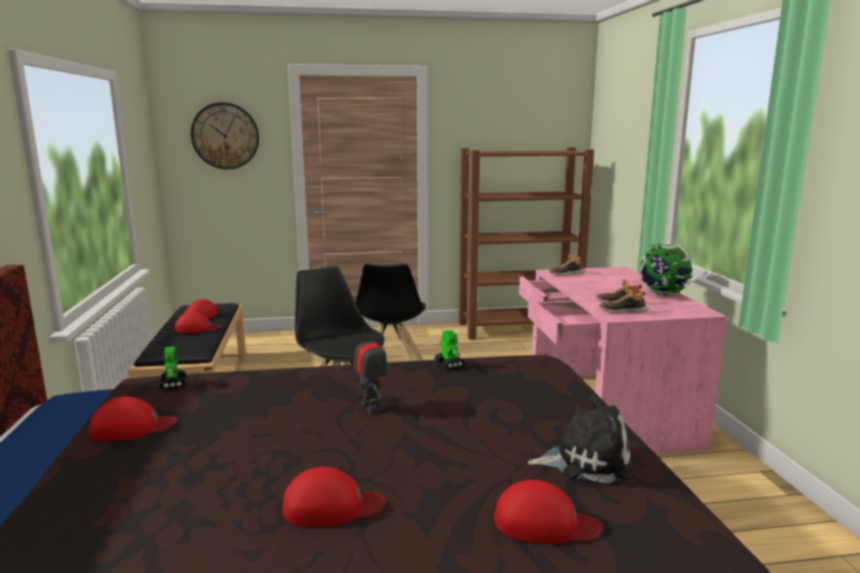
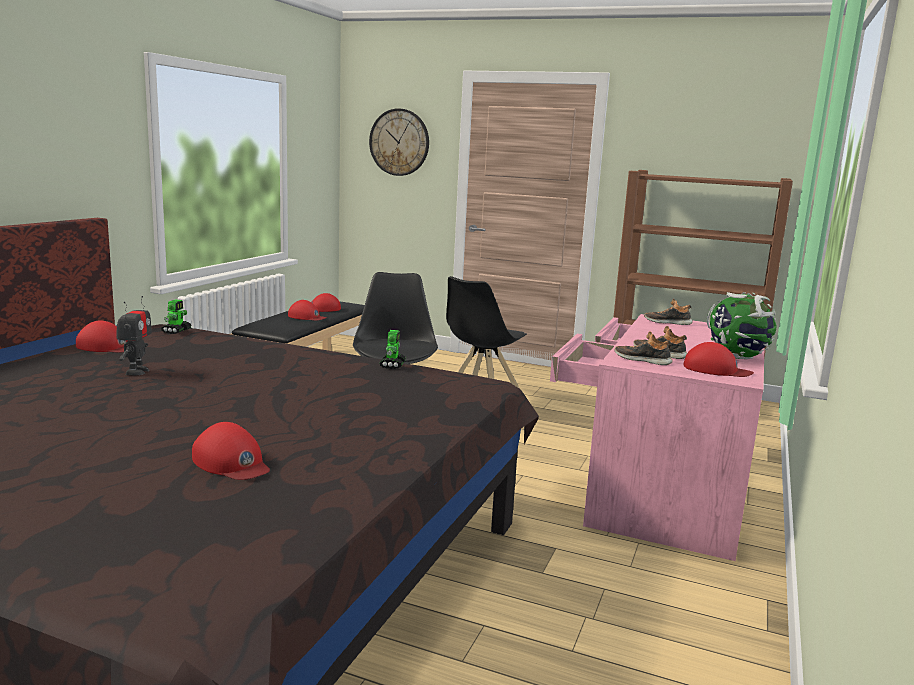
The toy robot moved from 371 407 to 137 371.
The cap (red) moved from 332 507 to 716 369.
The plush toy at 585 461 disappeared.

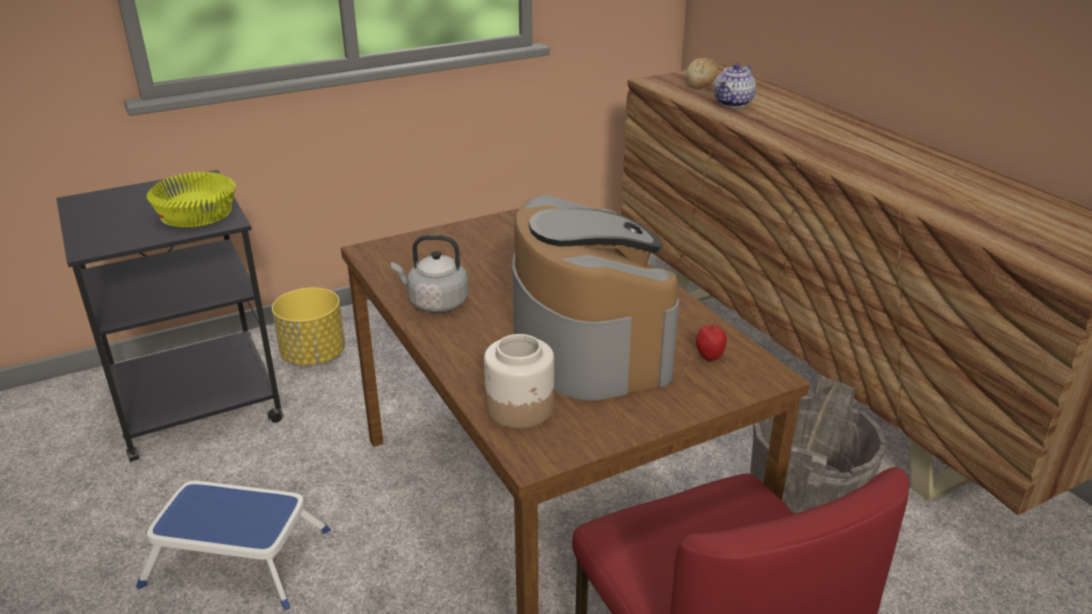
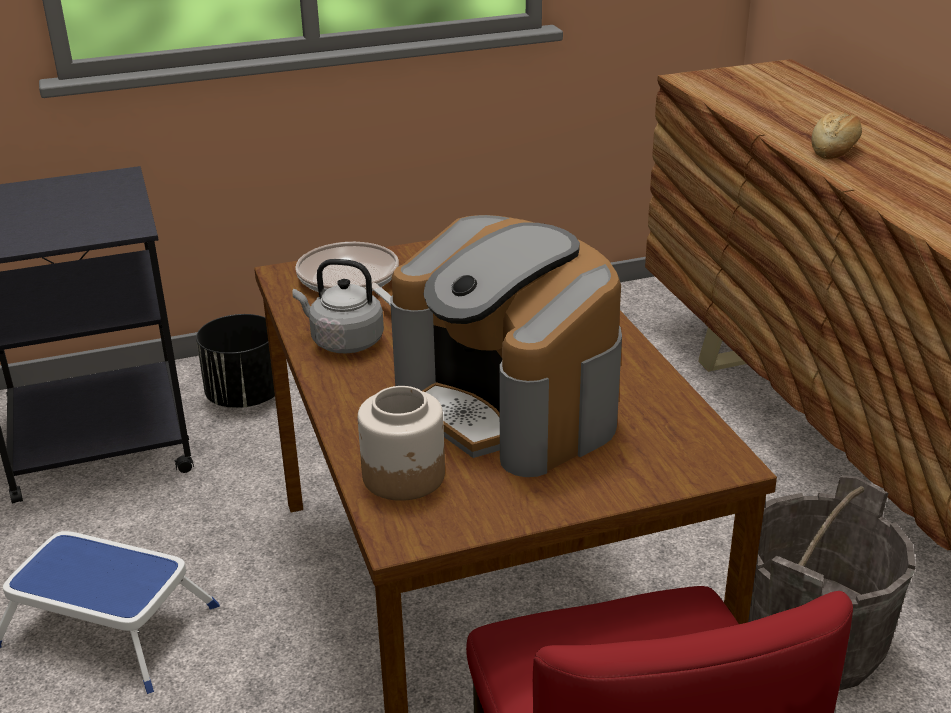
The planter (yellow) at 314 356 became the planter (black) at 245 397.
The frying pan at 351 281 appeared.
The coffee machine at 586 343 turned 150 degrees clockwise.
The bread moved from 701 83 to 834 150.
The bowl (yellow) at 195 215 disappeared.
The apple at 709 357 disappeared.
The teapot at 733 103 disappeared.

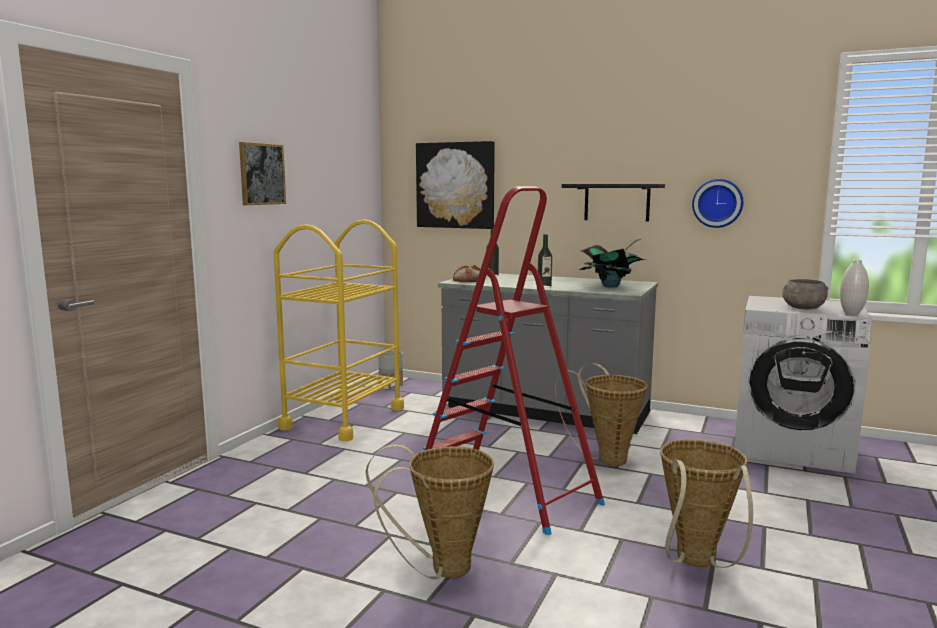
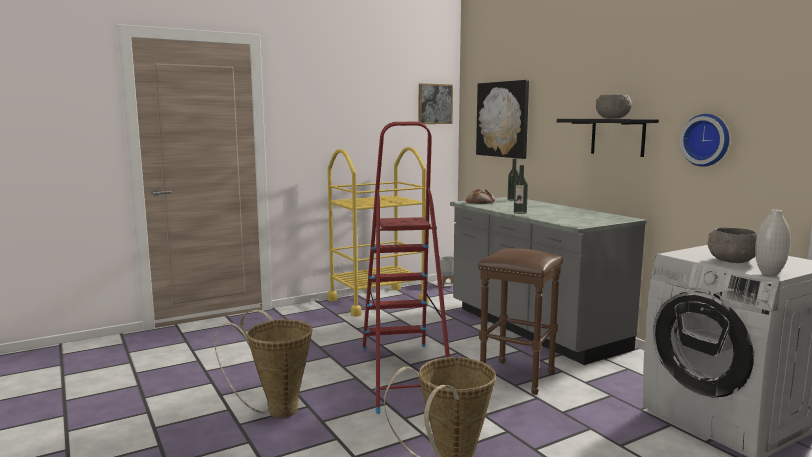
The picture moved from 261 174 to 435 104.
The basket at 606 459 was replaced by the stool (brown) at 519 376.
The bowl (grey) at 613 118 appeared.
The potted plant at 610 286 disappeared.

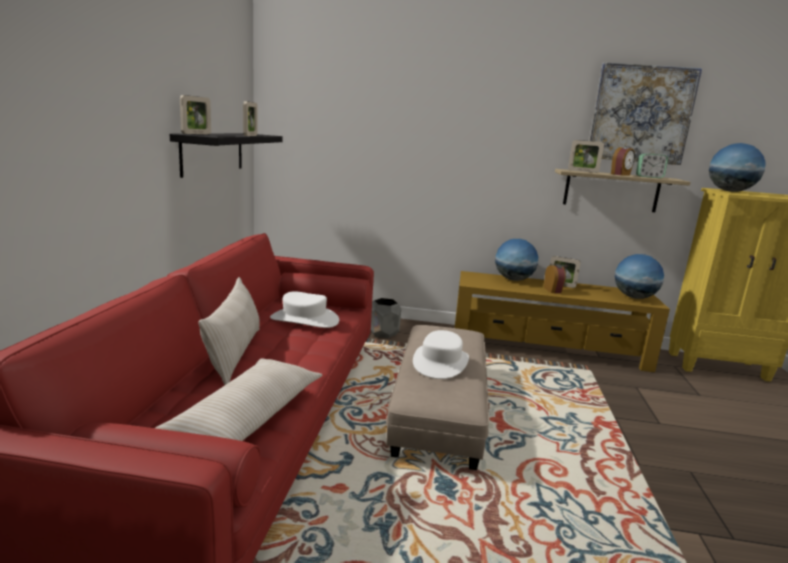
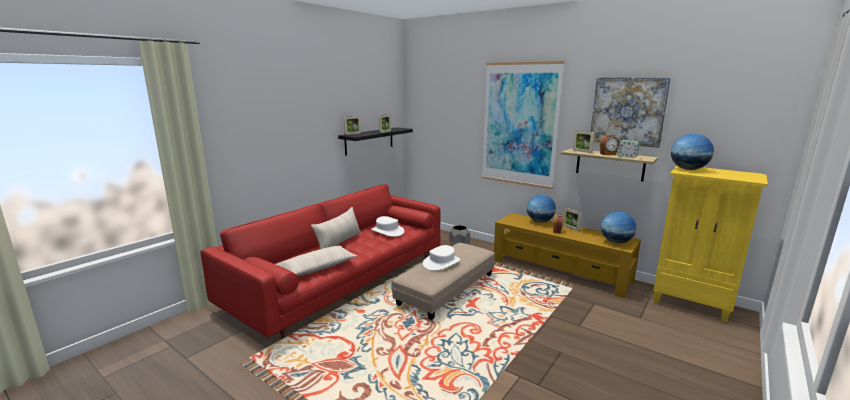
The picture at 519 124 appeared.

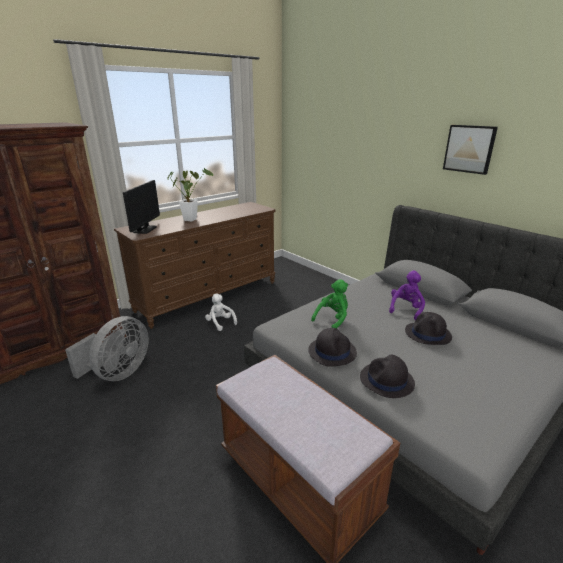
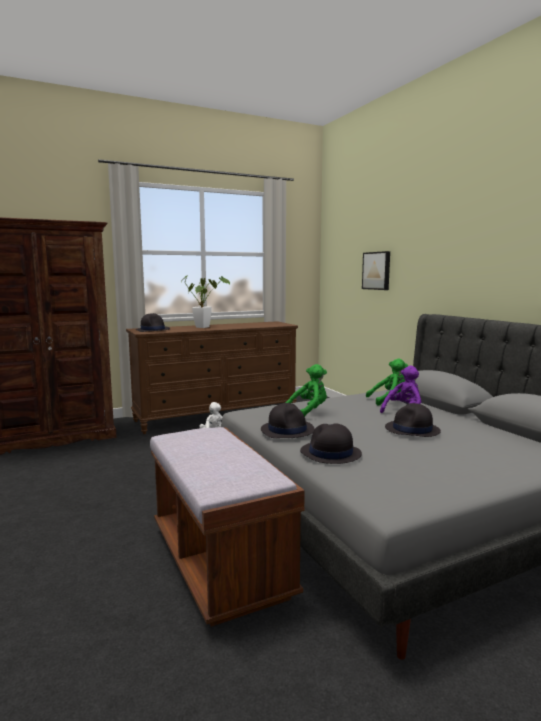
The monitor at 145 229 was replaced by the hat (black) at 153 330.
The picture moved from 469 149 to 377 270.
The plush toy (green) at 389 400 appeared.
The fan (grey) at 118 373 disappeared.

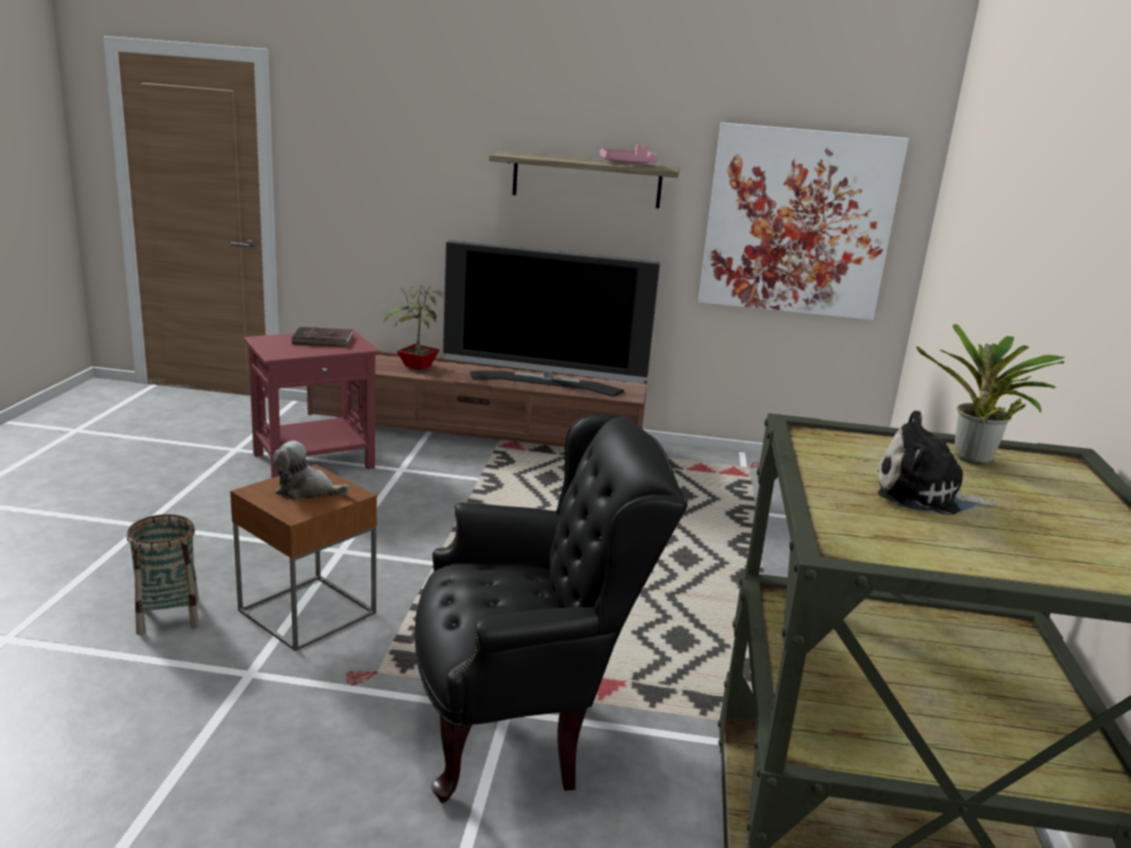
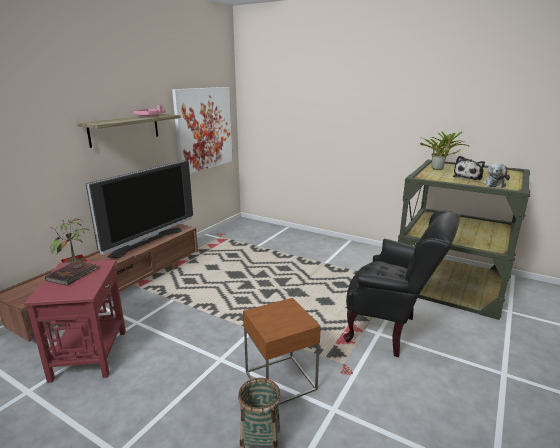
The armchair (black) at 523 730 turned 105 degrees clockwise.
The plush toy moved from 306 491 to 494 184.

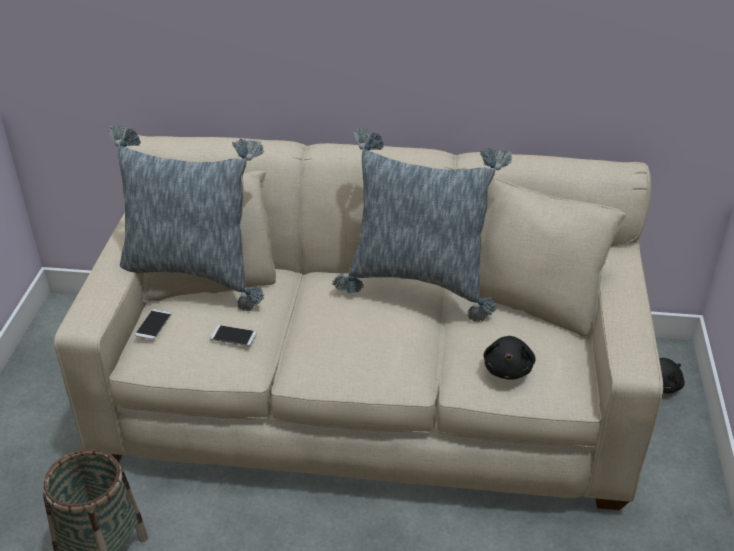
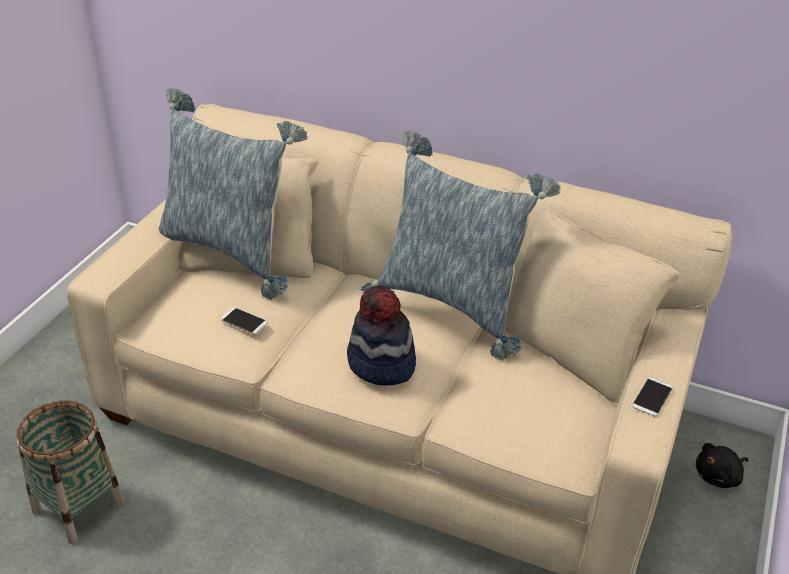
The hat at 381 364 appeared.
The phone moved from 153 324 to 652 397.
The plush toy (black) at 508 368 disappeared.

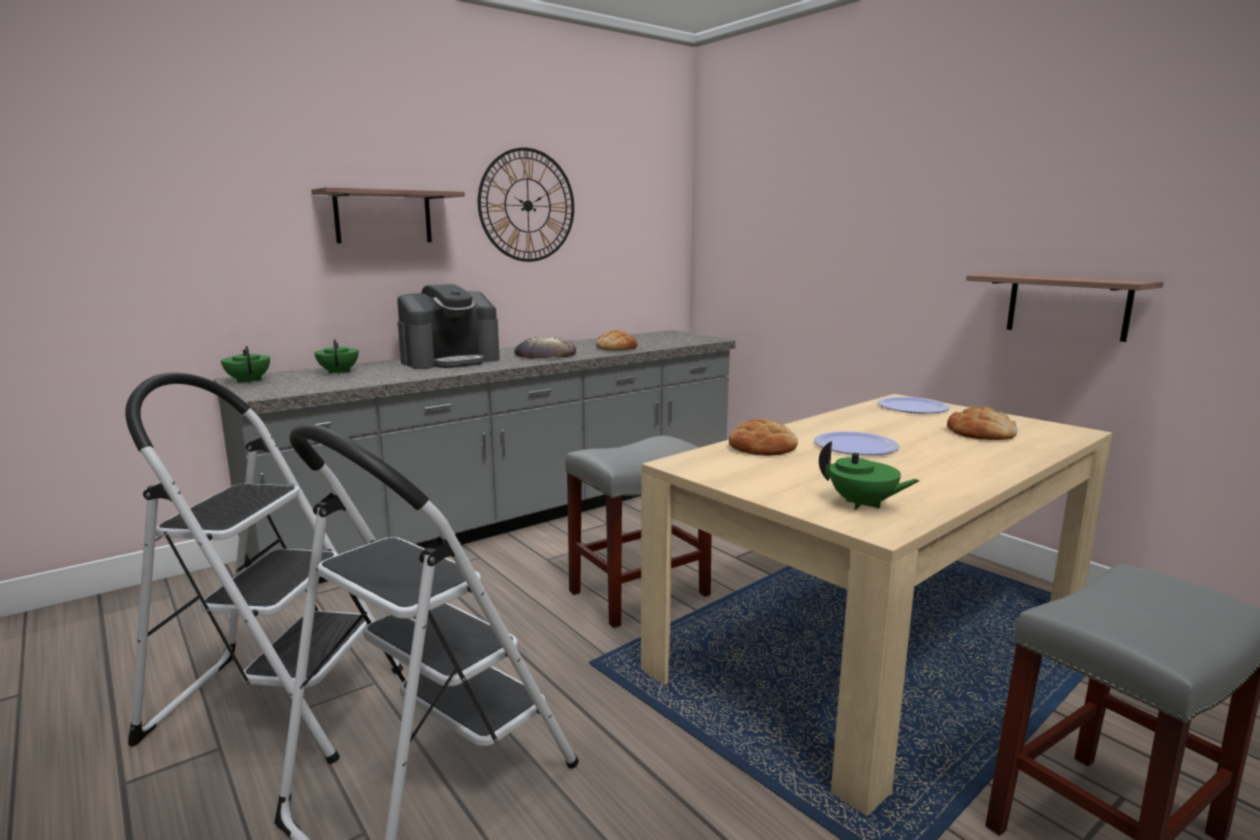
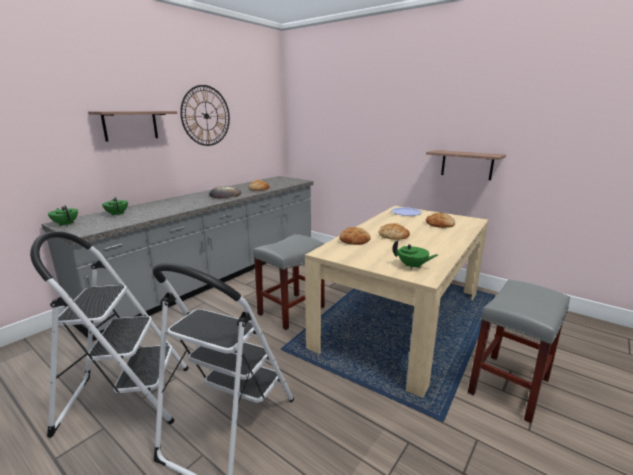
The plate at 855 446 was replaced by the bread at 393 235.
The coffee machine at 450 360 disappeared.

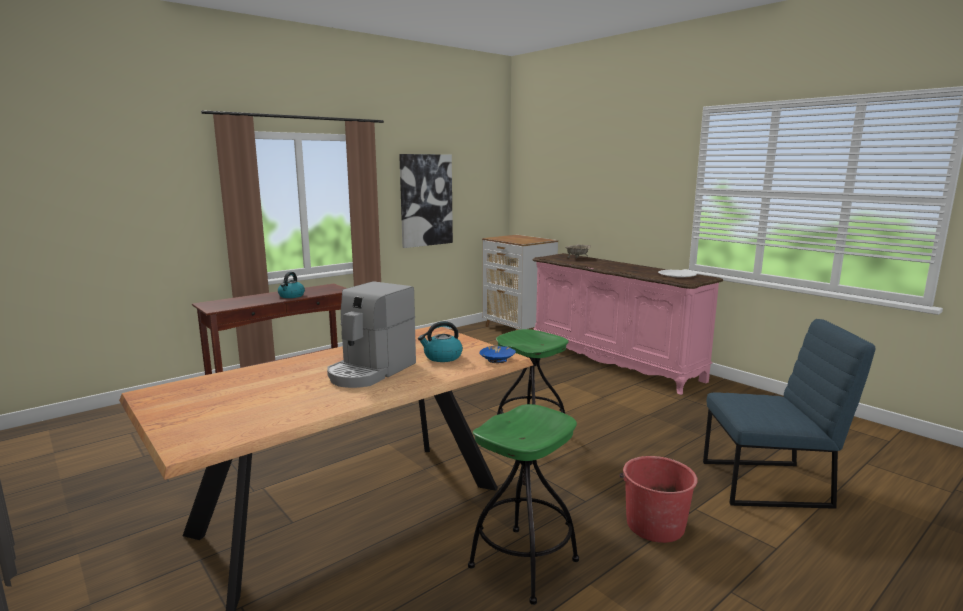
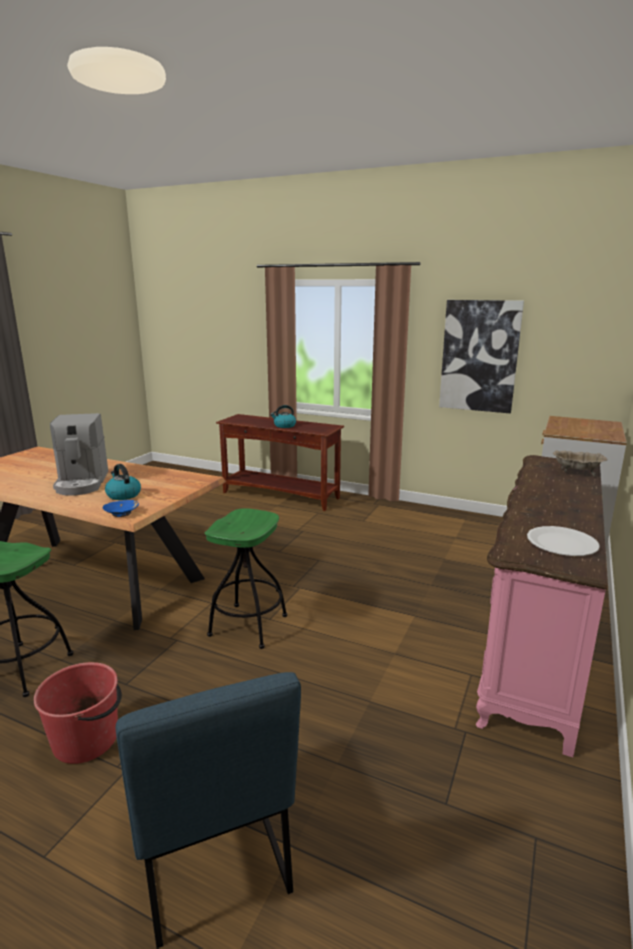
The coffee machine at 371 371 turned 105 degrees counterclockwise.

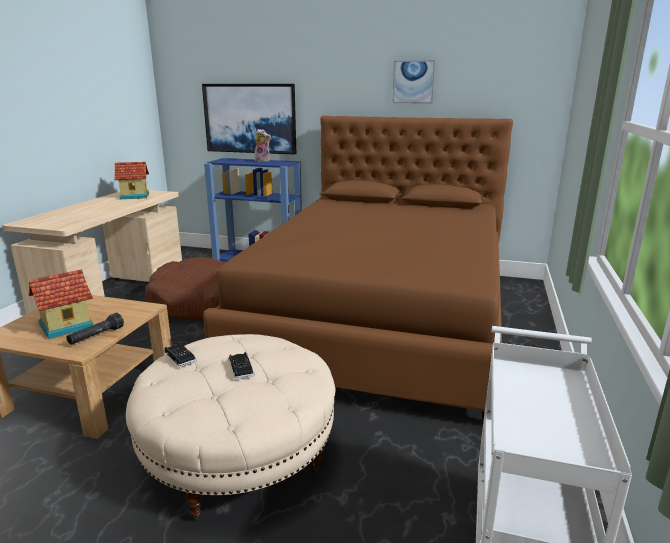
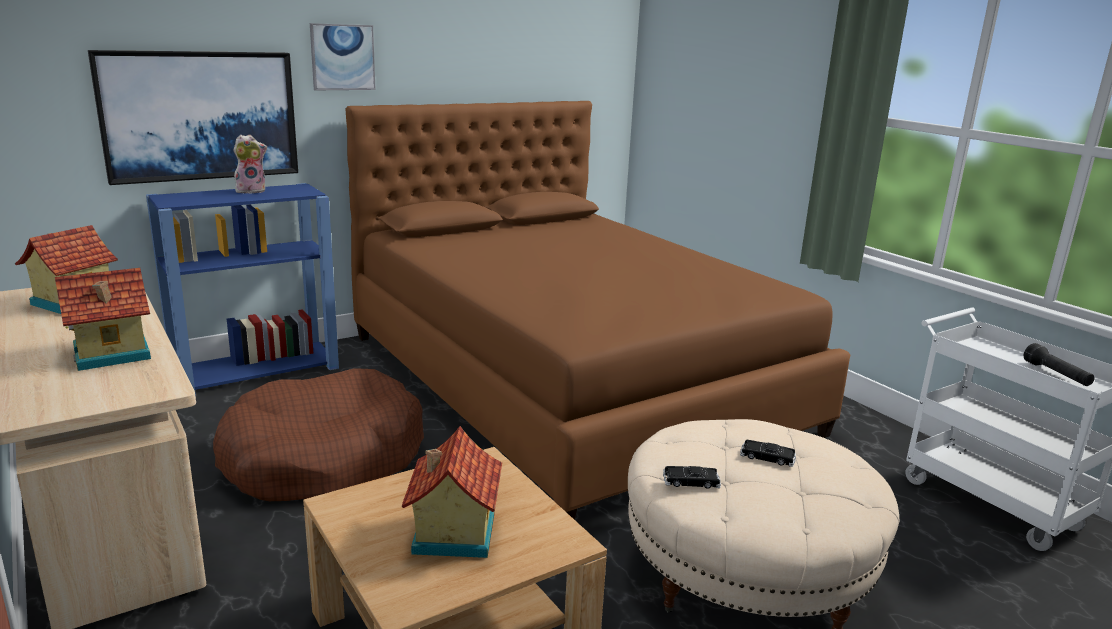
The toy house at 112 354 appeared.
The picture moved from 413 82 to 342 57.
The flashlight (black) moved from 96 336 to 1056 375.

